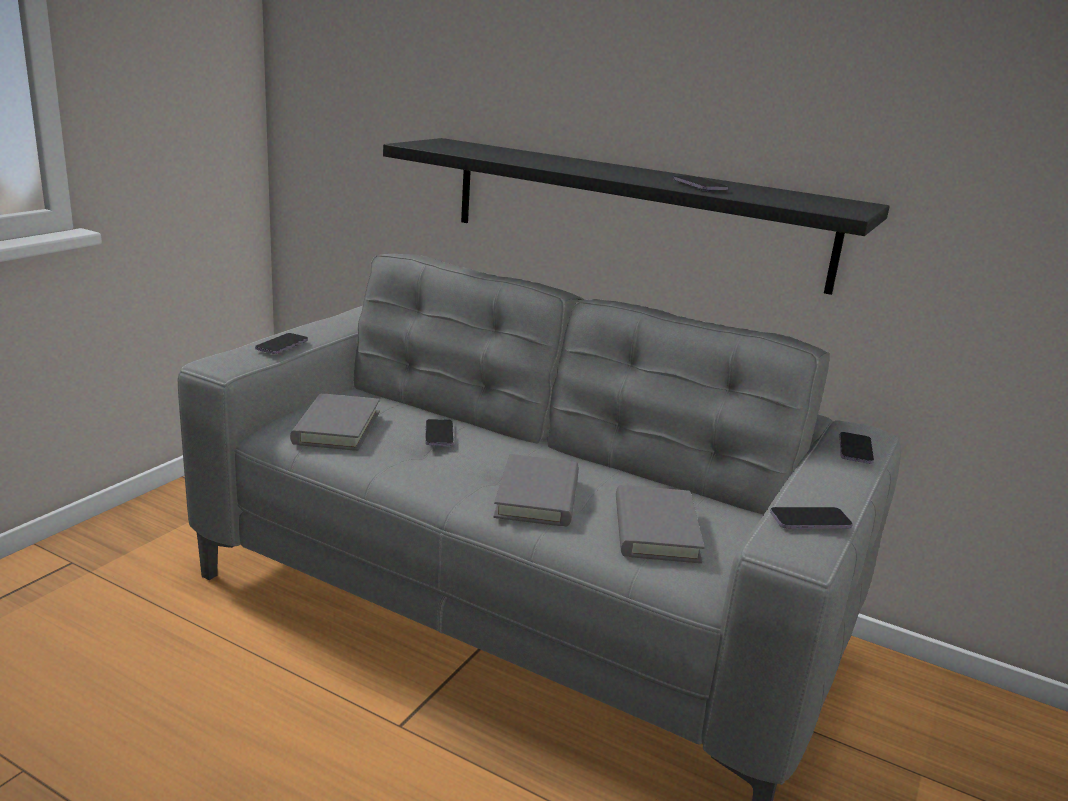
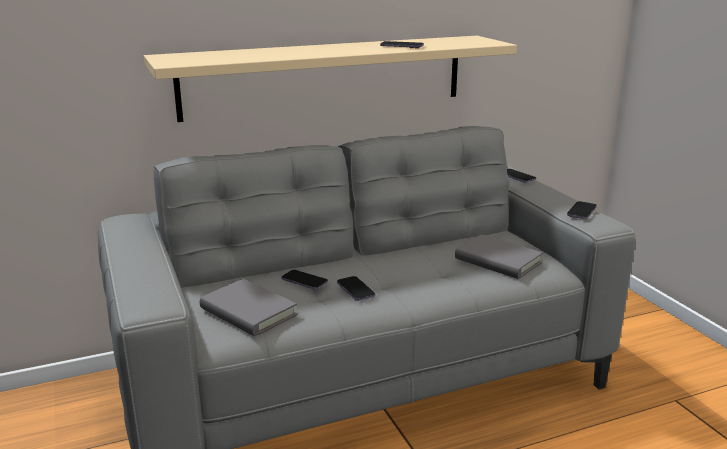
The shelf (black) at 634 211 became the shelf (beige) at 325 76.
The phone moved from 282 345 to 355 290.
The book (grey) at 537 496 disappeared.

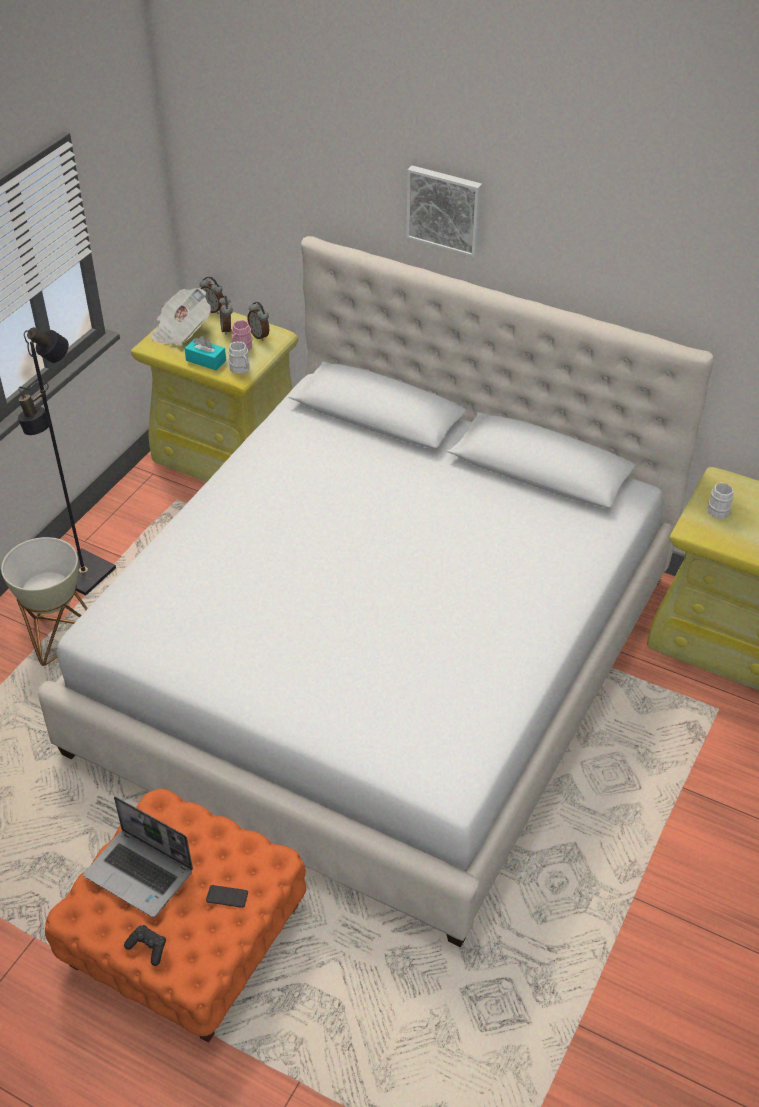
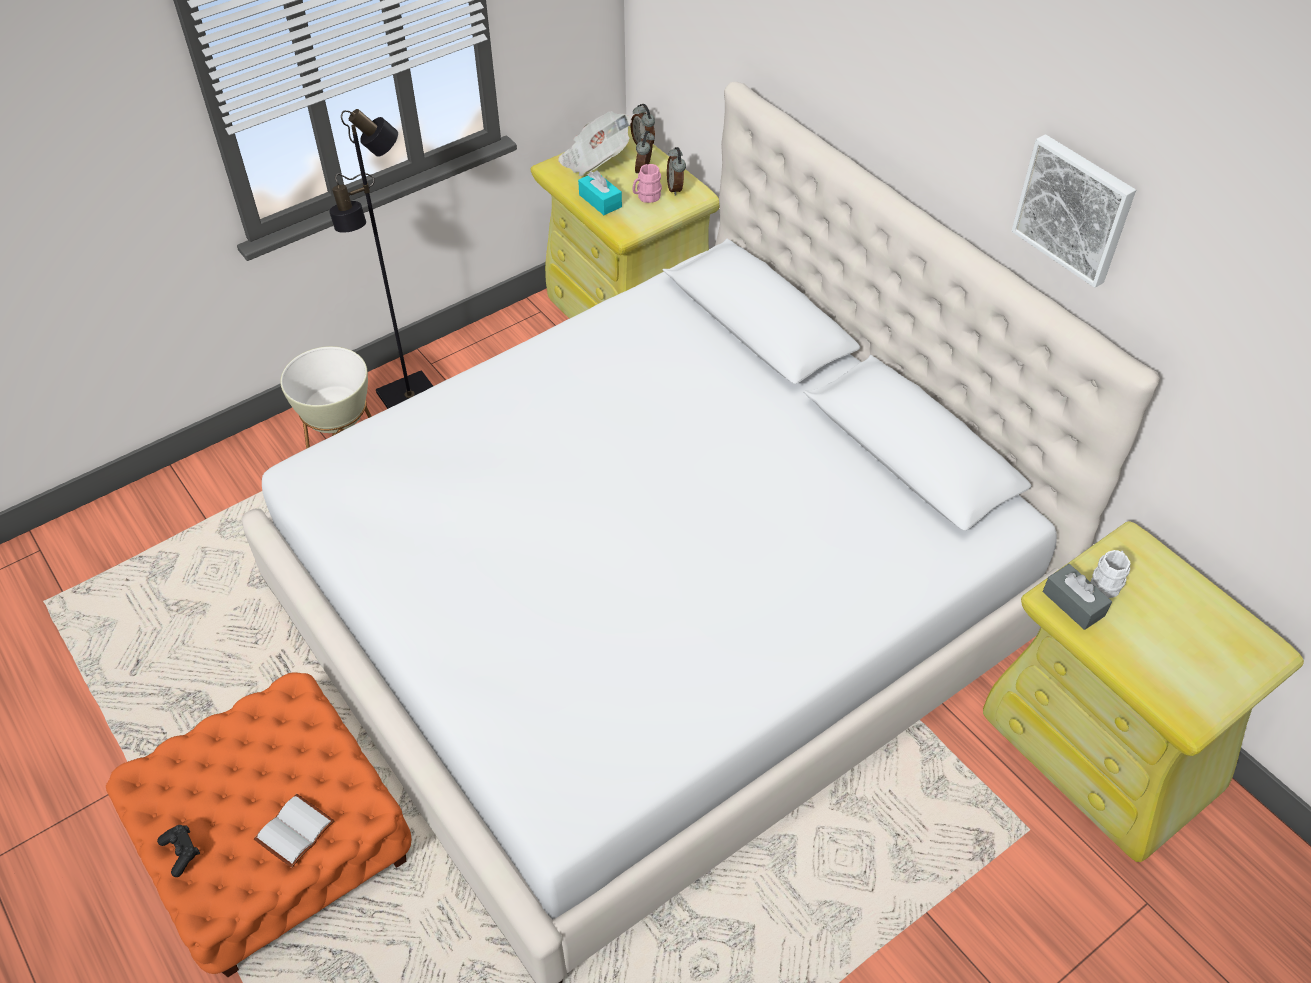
The phone at 227 896 was replaced by the book (white) at 294 829.
The picture moved from 445 209 to 1075 209.
The tissue box (grey) at 1073 603 appeared.
The laptop at 140 873 disappeared.
The mug (white) at 241 369 disappeared.

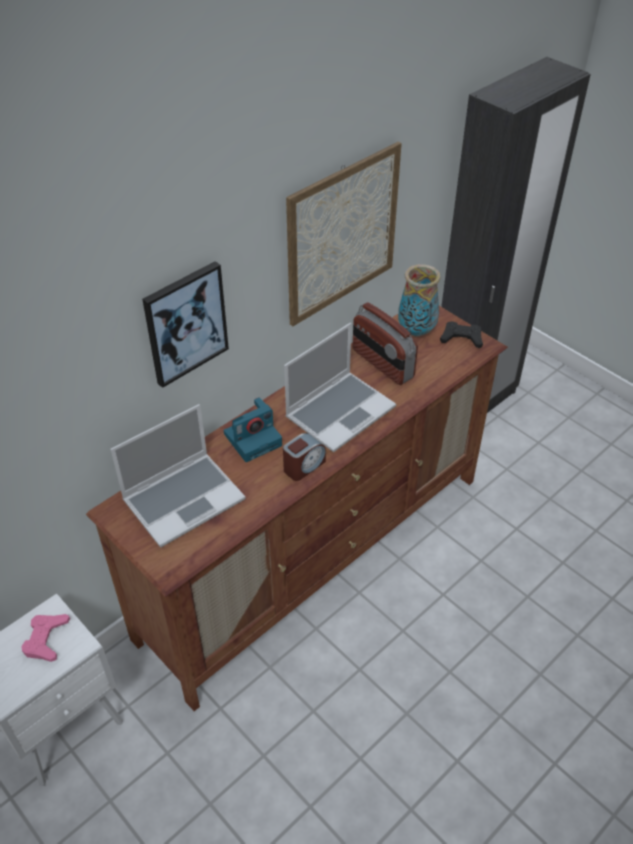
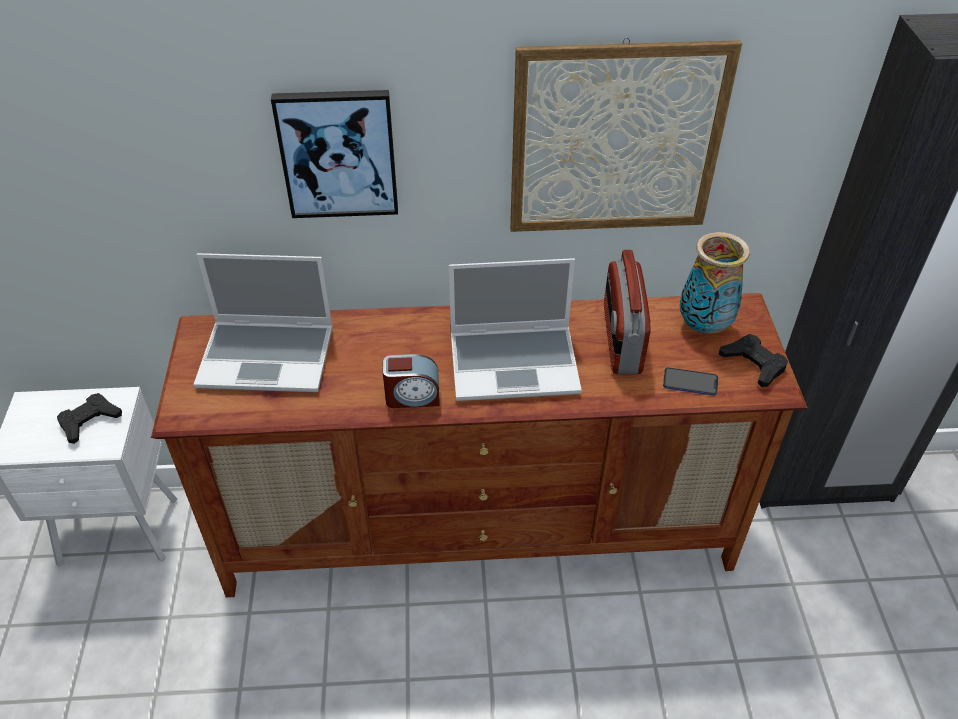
The game controller (pink) at 46 639 became the game controller (black) at 89 421.
The phone at 690 382 appeared.
The photo camera at 253 438 disappeared.

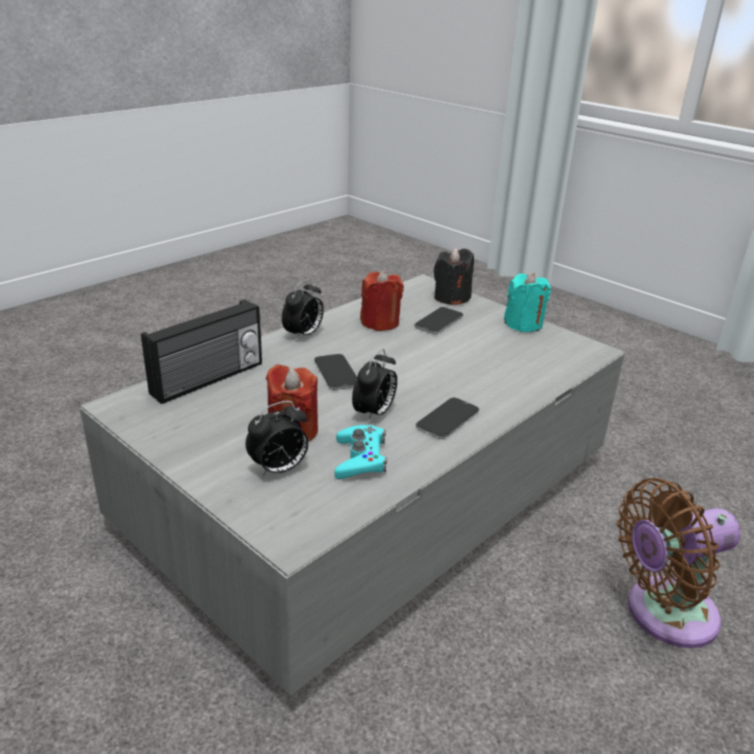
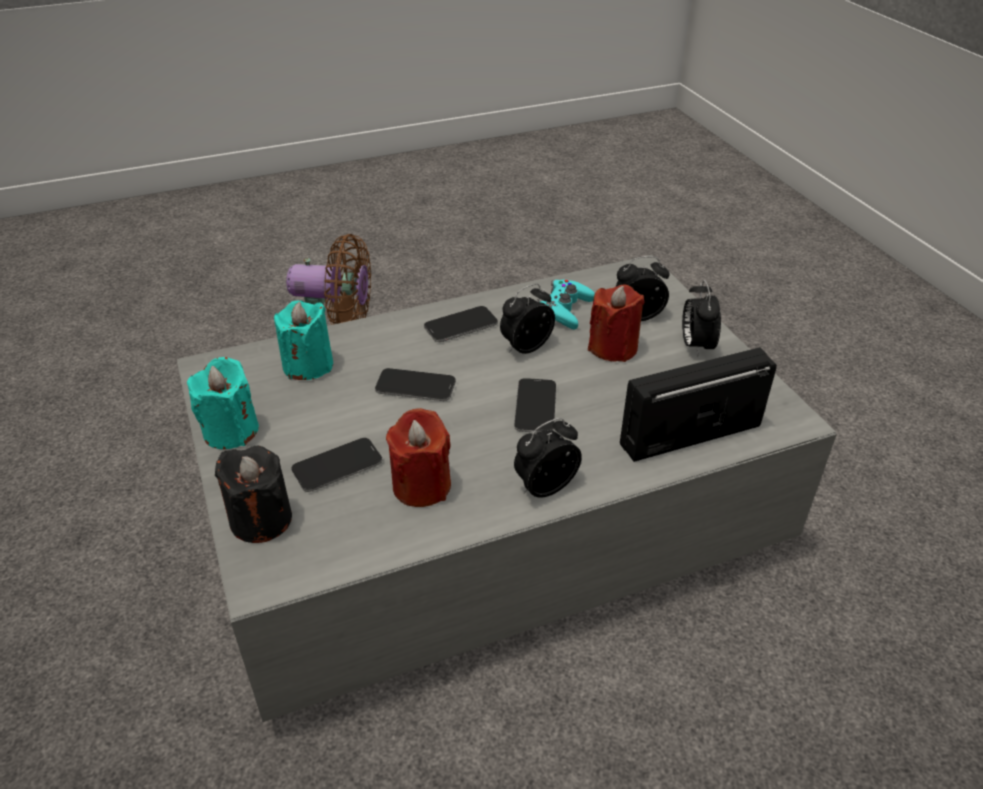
The candle (turquoise) at 308 365 appeared.
The phone at 415 386 appeared.
The alarm clock at 695 345 appeared.

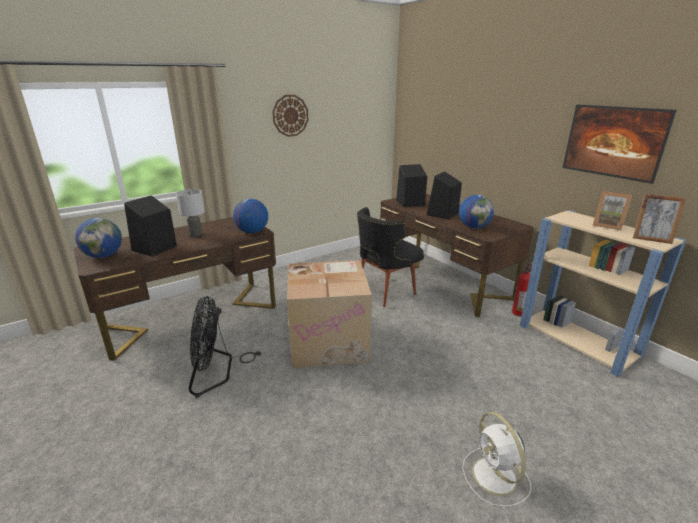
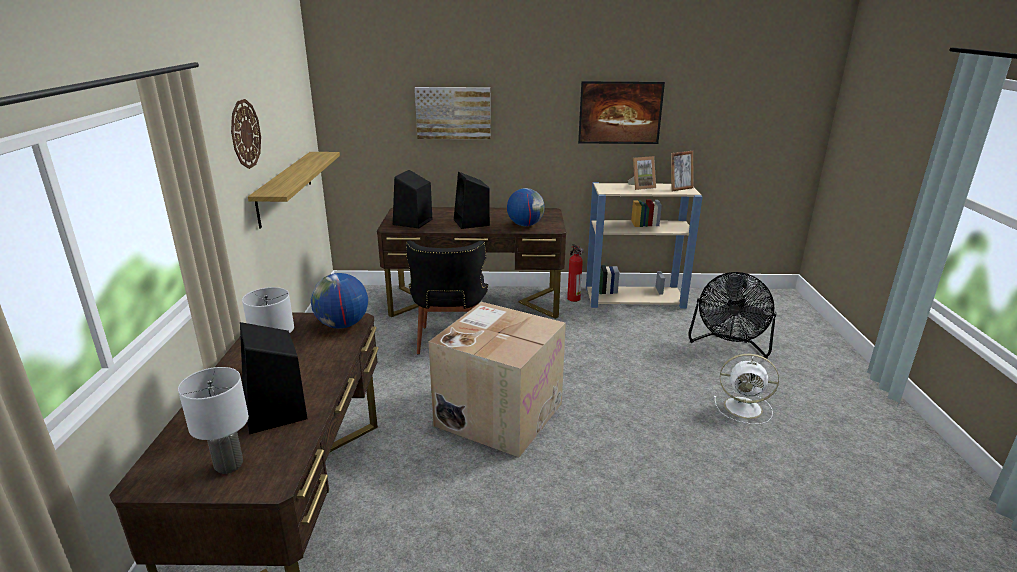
The globe at 104 256 was replaced by the table lamp (white) at 227 466.
The shelf at 285 187 appeared.
The picture at 453 113 appeared.
The fan (black) moved from 219 368 to 726 343.

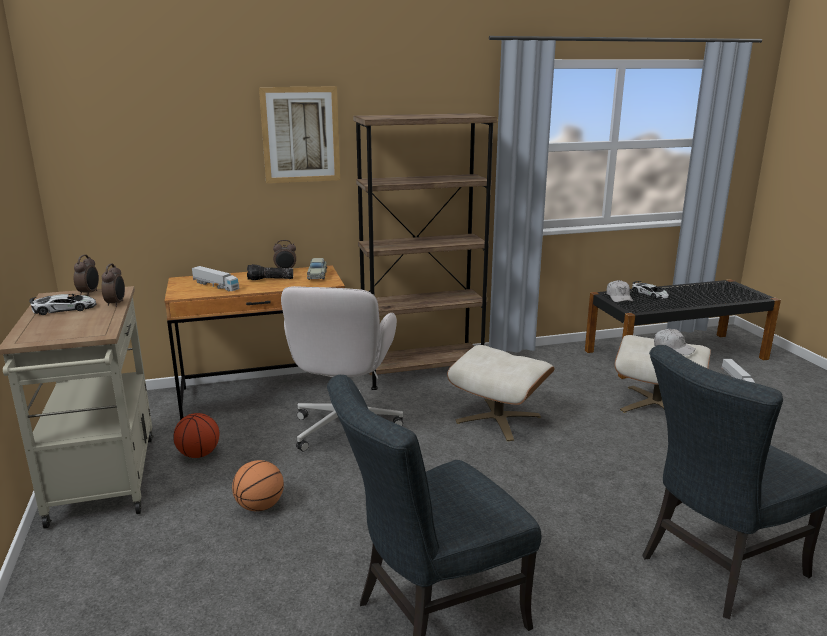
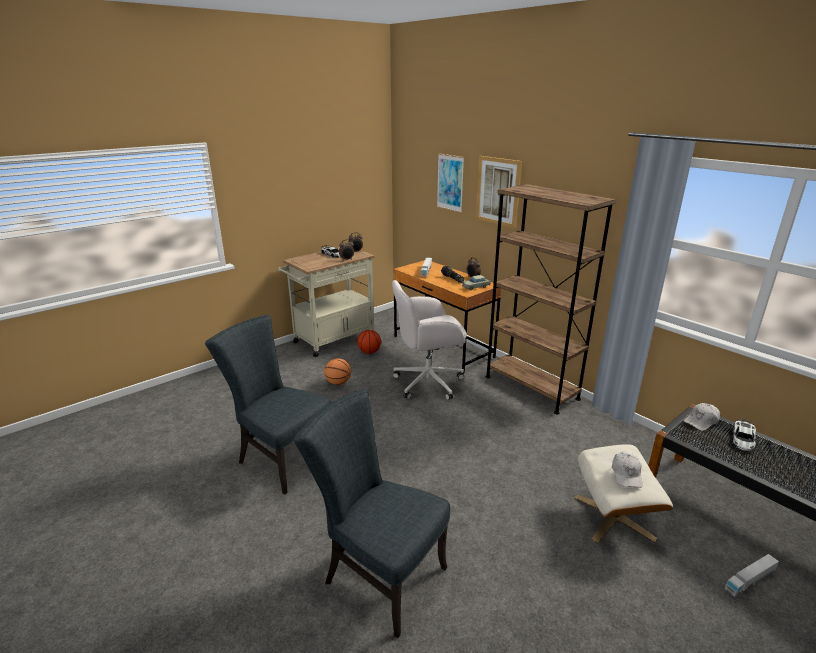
The picture at 450 183 appeared.
The ottoman (beige) at 498 419 disappeared.

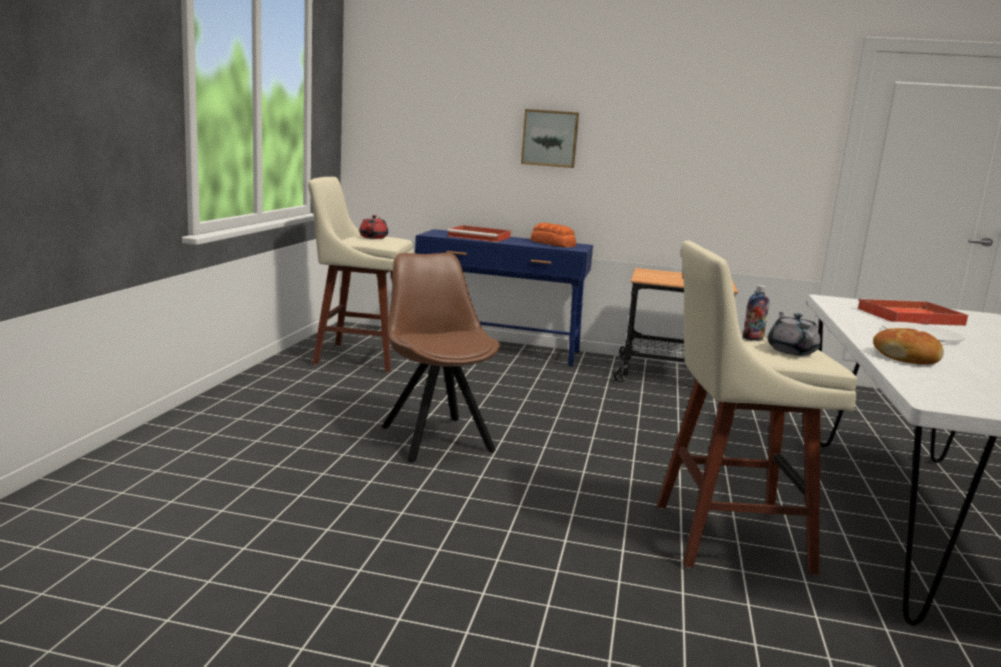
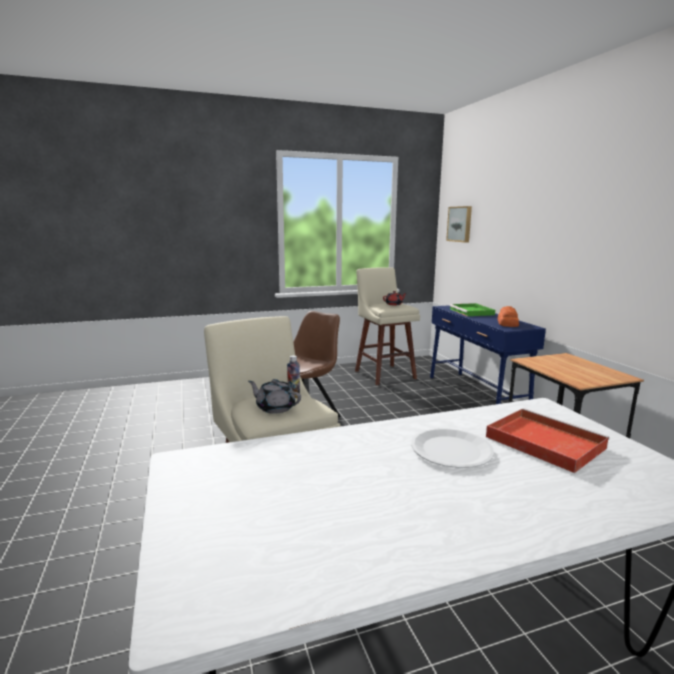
The teapot (grey) at 791 351 turned 120 degrees counterclockwise.
The picture moved from 550 138 to 460 224.
The tray (red) at 480 237 became the tray (green) at 472 312.
The bread at 906 357 disappeared.

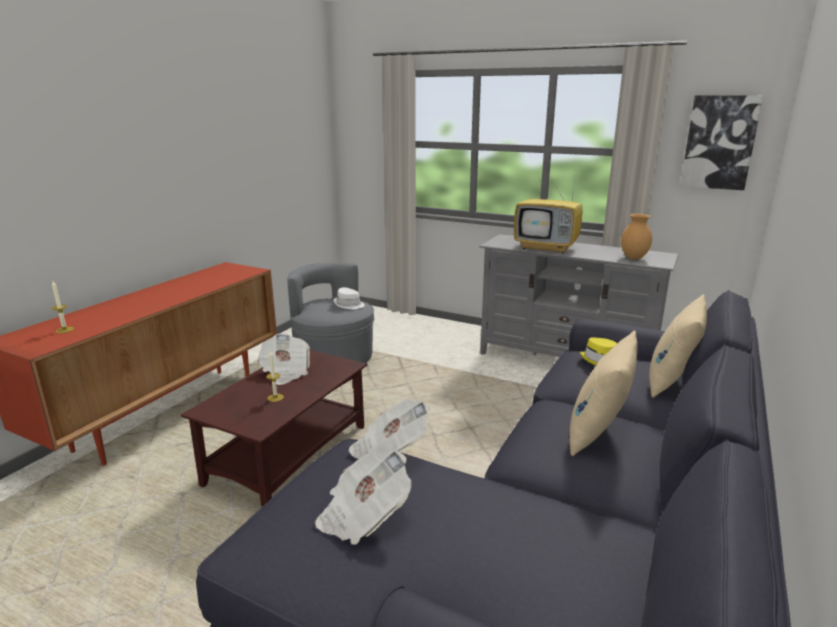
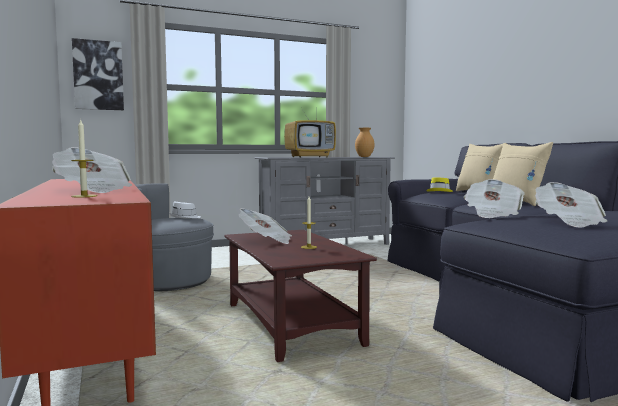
The newspaper at 93 190 appeared.
The picture moved from 719 142 to 98 75.

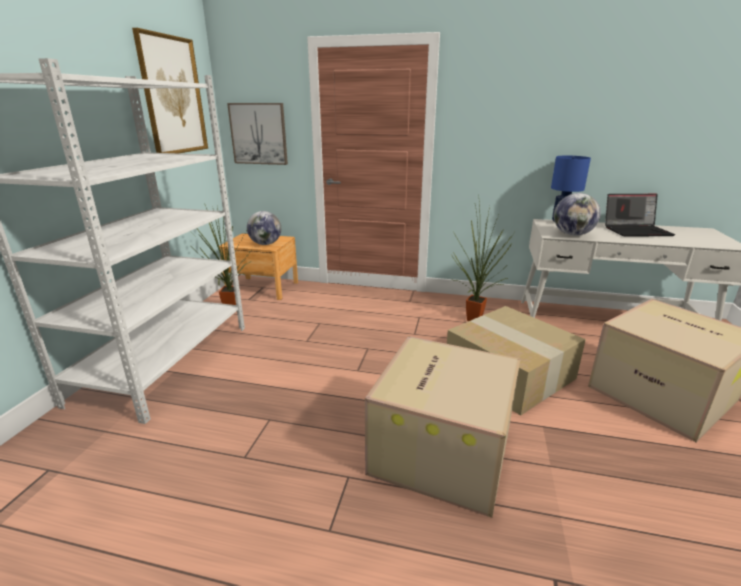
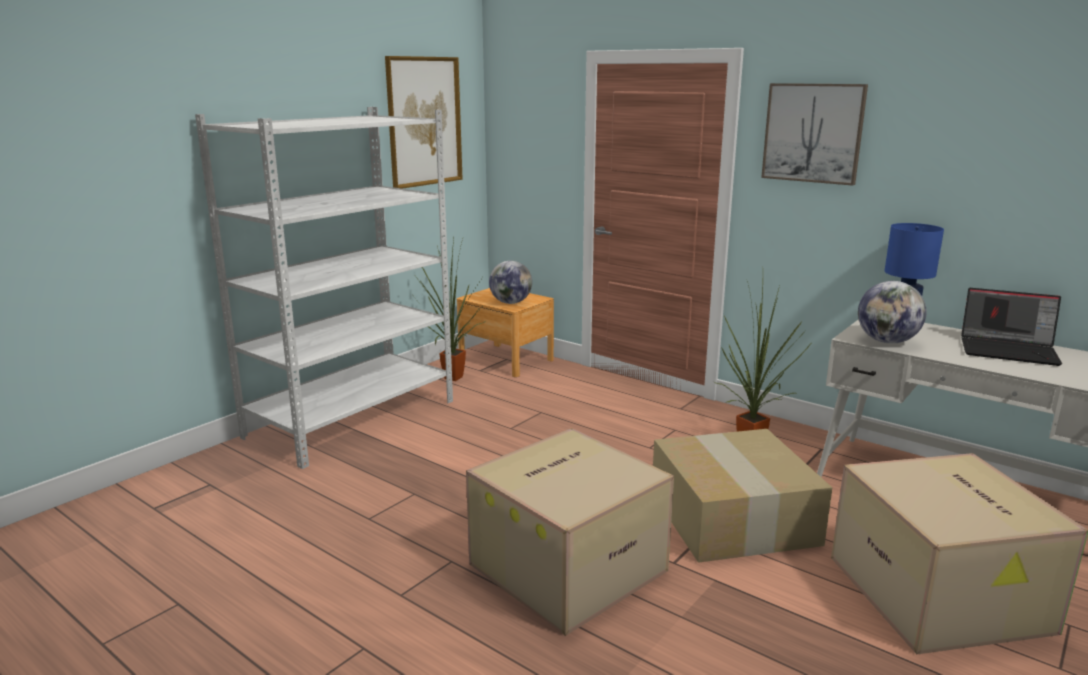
The picture moved from 259 134 to 813 133.

